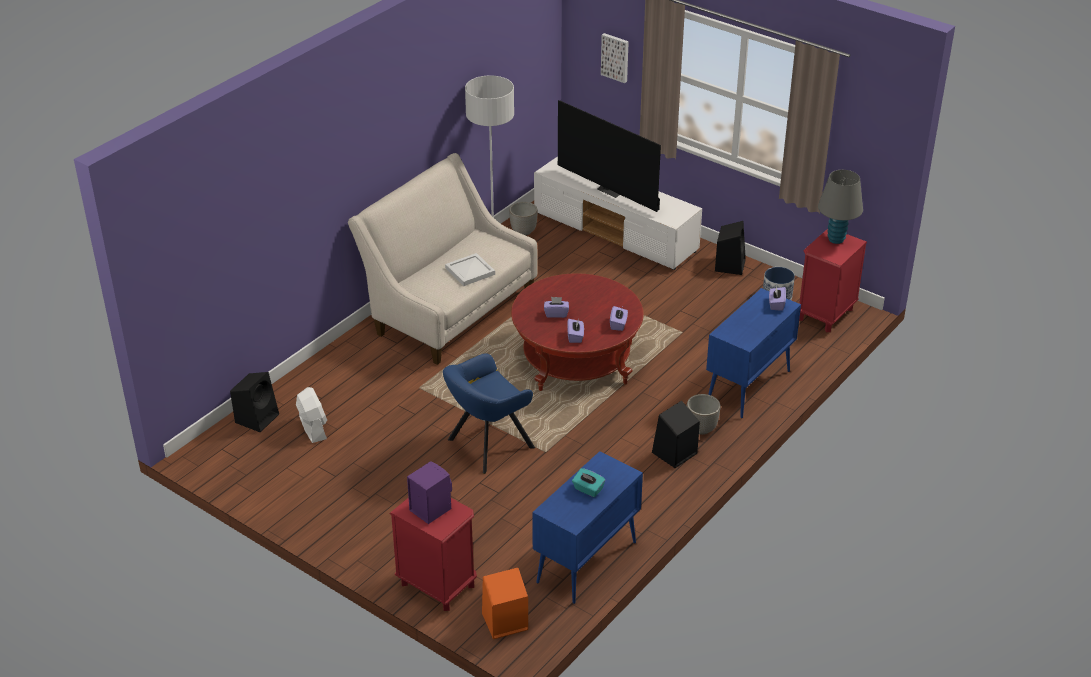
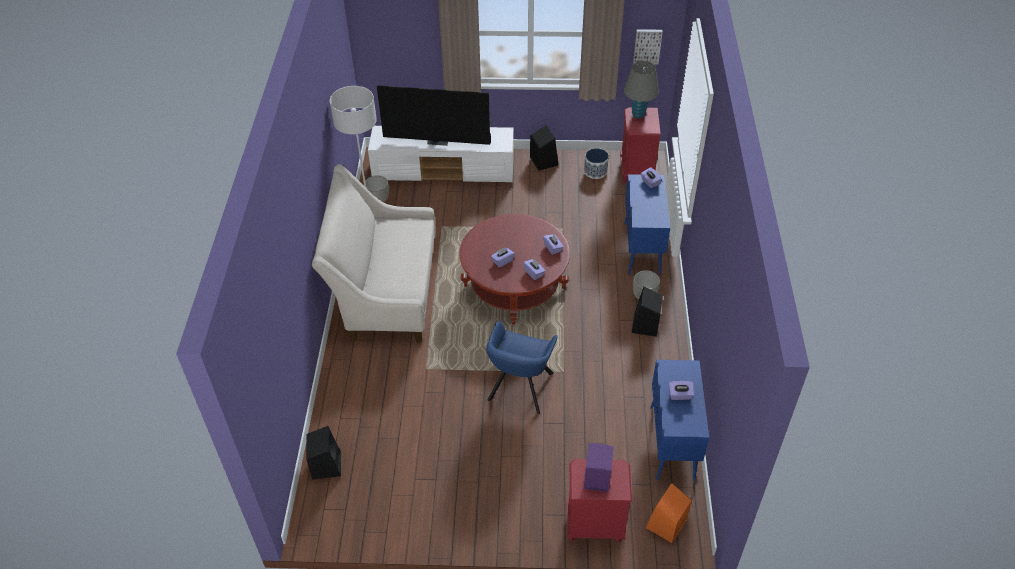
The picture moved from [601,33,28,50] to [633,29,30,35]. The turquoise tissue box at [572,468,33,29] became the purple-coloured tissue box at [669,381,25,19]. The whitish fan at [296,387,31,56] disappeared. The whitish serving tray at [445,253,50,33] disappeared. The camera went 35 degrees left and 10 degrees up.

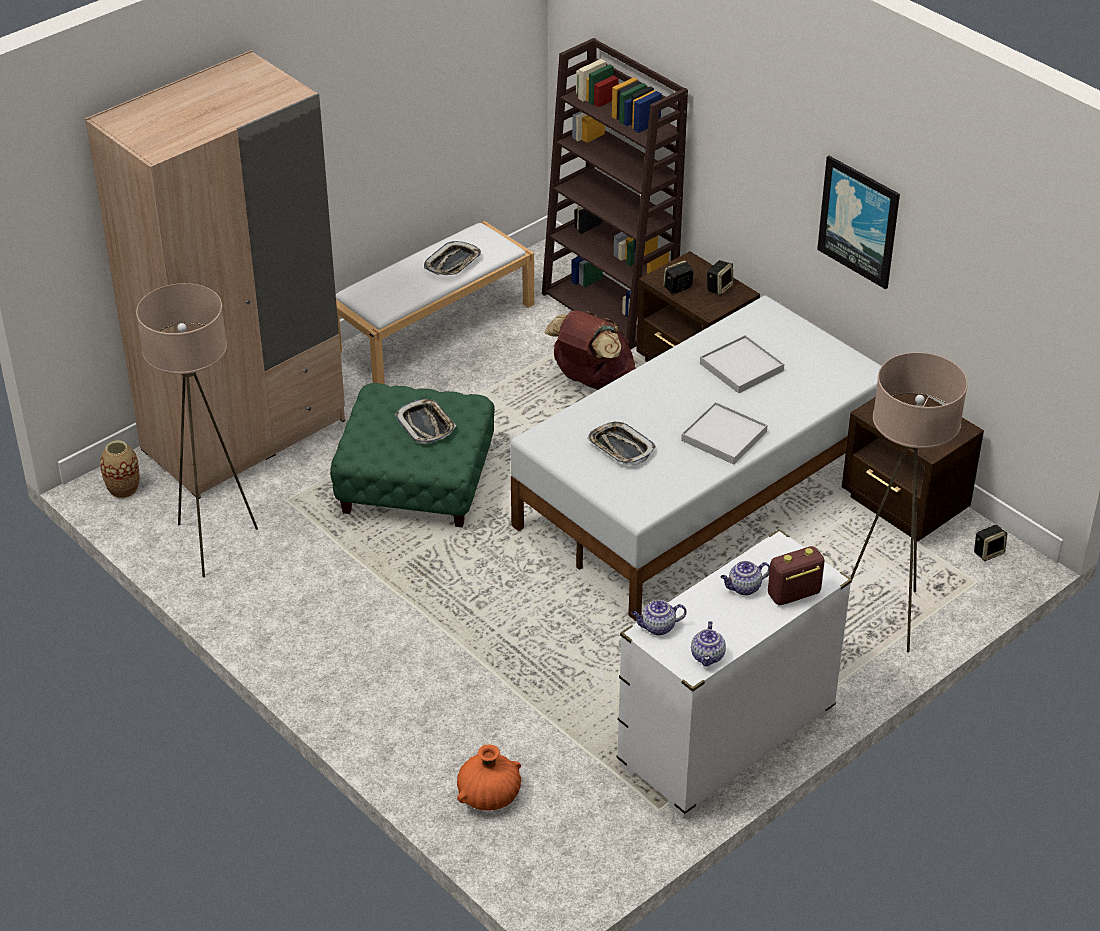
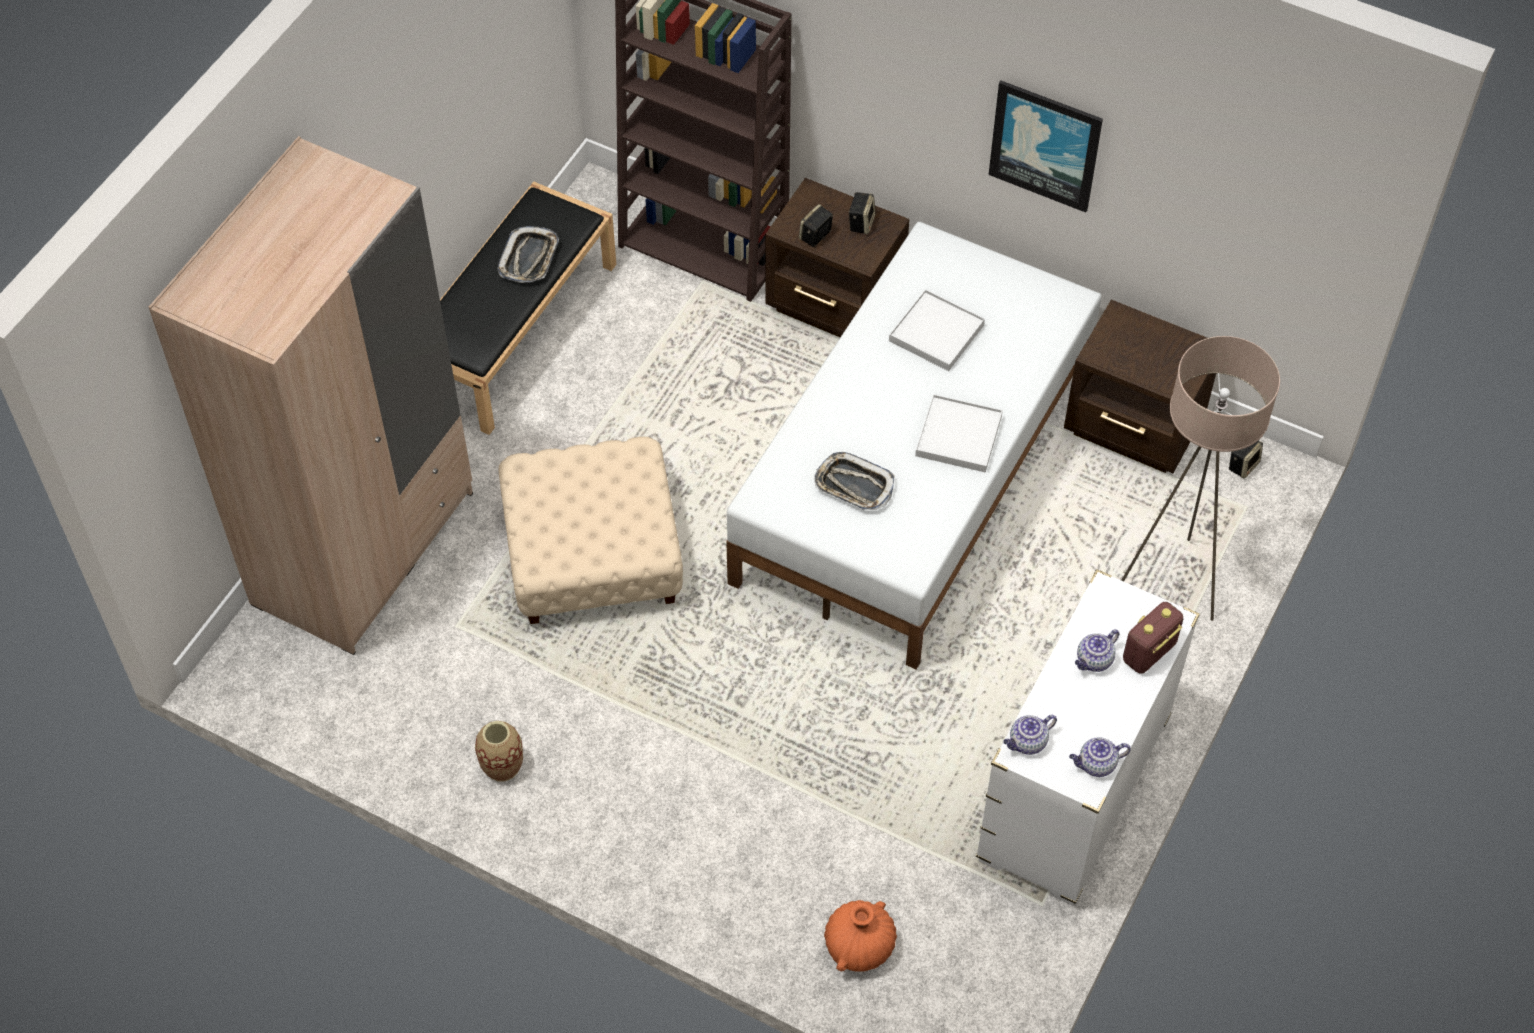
The whitish bench at [336,221,198,163] became the black bench at [440,181,176,254]. The flower vase moved from [100,440,39,58] to [475,721,48,60]. The green ottoman at [330,383,165,144] became the beige ottoman at [498,437,185,187]. The pot for tea at [691,621,35,46] turned 90 degrees clockwise. The beige standing lamp at [136,283,122,294] disappeared. The serving tray at [395,399,62,45] disappeared. The brown-coloured backpack at [544,311,92,79] disappeared. The camera went 20 degrees left and 15 degrees up.

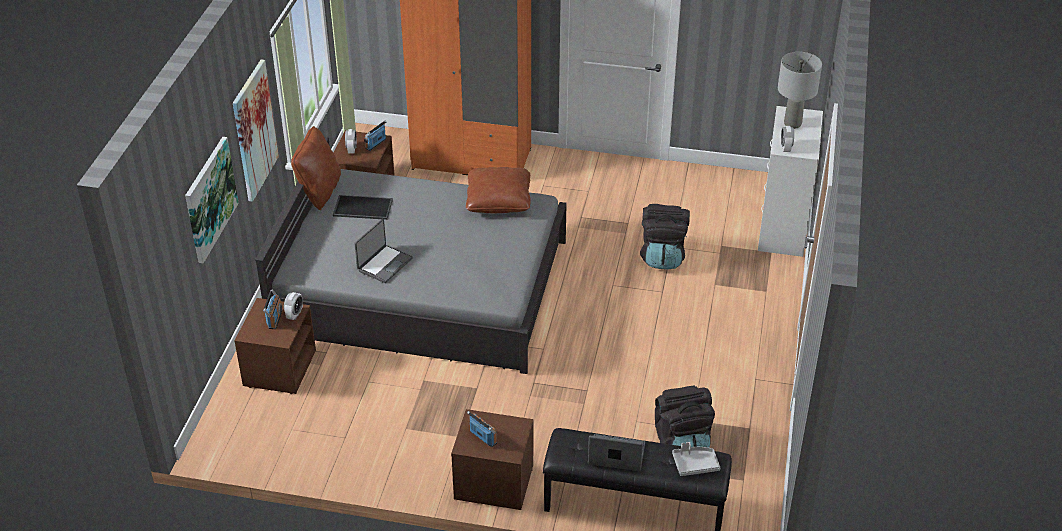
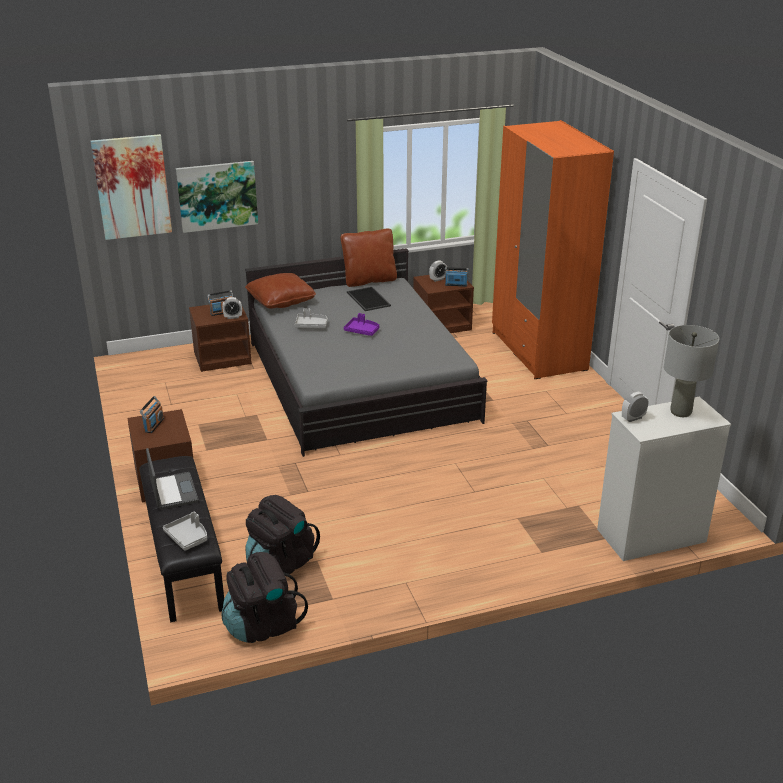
The picture moved from [233,59,46,143] to [90,134,82,106]. The black backpack moved from [640,204,50,66] to [221,552,87,91]. The brown-coloured pillow moved from [466,167,65,46] to [245,273,71,35]. The notebook computer at [354,219,59,64] was replaced by the gray serving tray at [295,308,33,20]. The purple-coloured serving tray at [344,313,36,23] appeared. The camera went 60 degrees right and 10 degrees down.

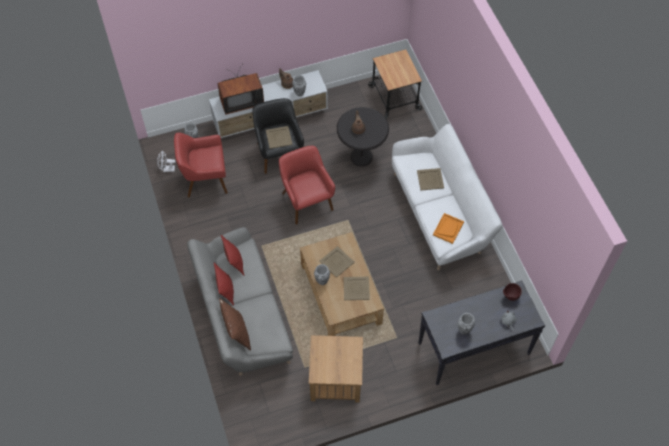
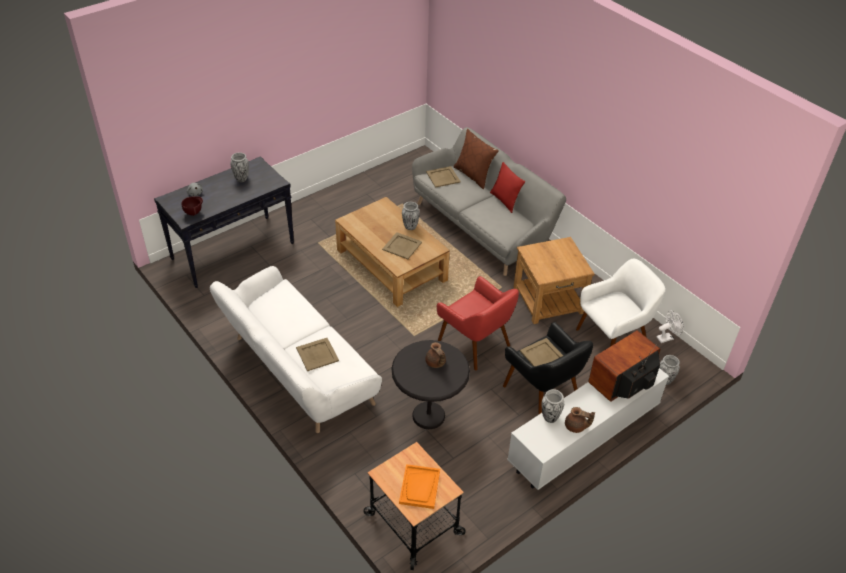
The orange-coloured serving tray moved from [433,213,31,31] to [399,464,41,45]. The beige serving tray moved from [343,277,27,23] to [426,166,35,22]. The brown-coloured end table moved from [309,335,54,68] to [514,237,81,87]. The red-coloured easy chair at [174,132,54,65] became the whitish easy chair at [576,259,89,87]. The red-coloured pillow at [221,235,23,41] disappeared. The camera went 160 degrees right and 15 degrees down.

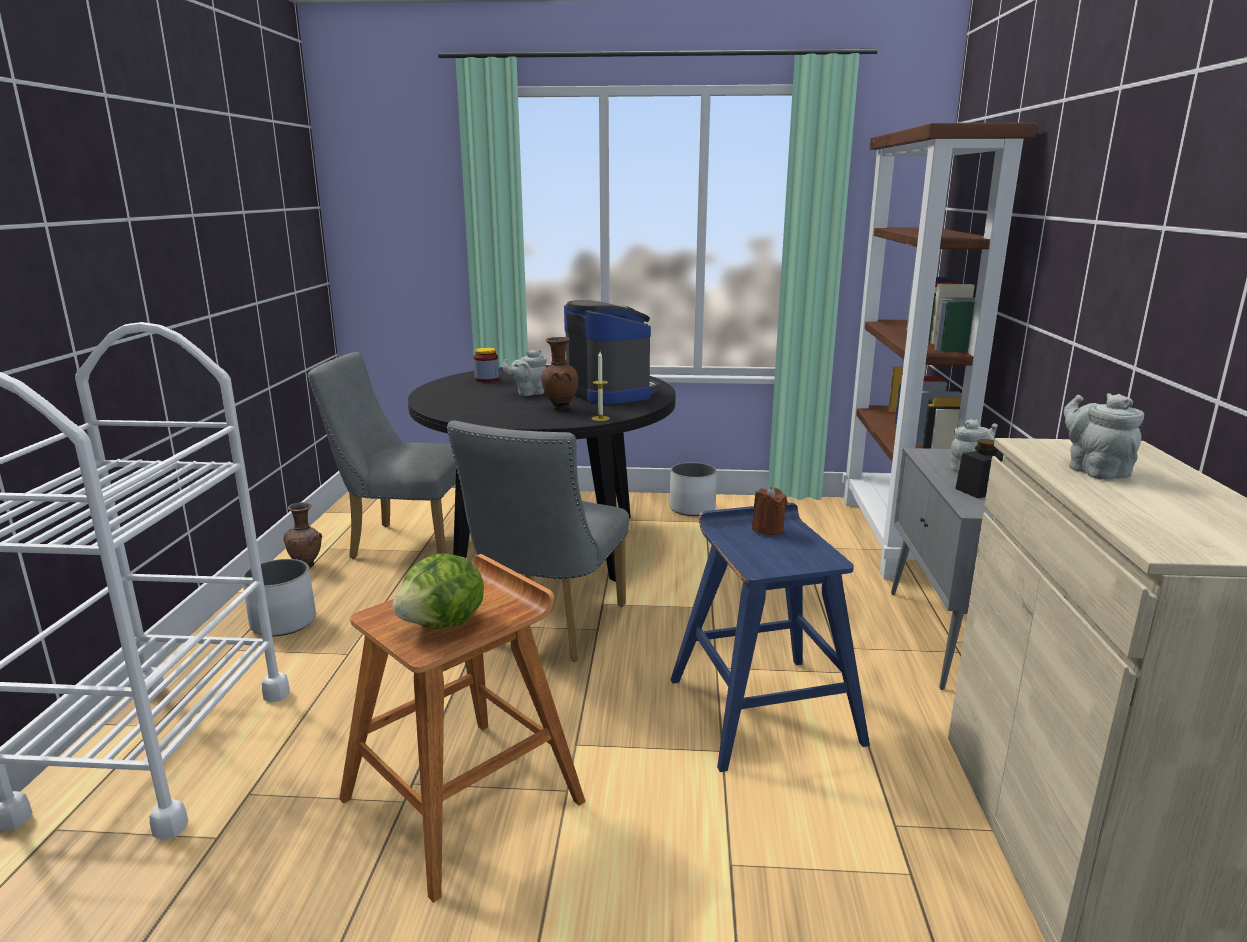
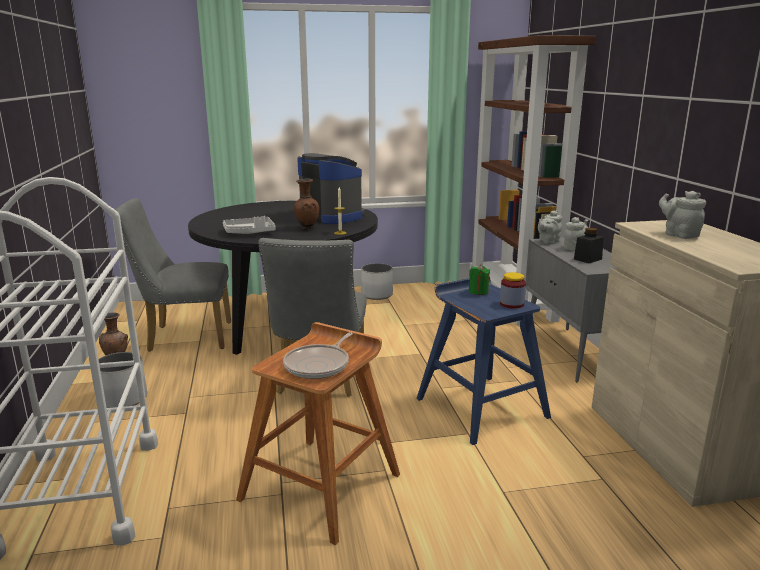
The gray serving tray at [223,216,53,18] appeared. The head of lettuce at [392,553,92,76] was replaced by the frying pan at [283,332,70,47]. The brown-coloured candle at [752,486,35,49] became the green candle at [469,264,21,31]. The storage jar moved from [474,348,25,34] to [500,272,26,37]. The gray pot for tea moved from [503,350,44,46] to [538,210,24,34]. The camera went 15 degrees left and 0 degrees up.

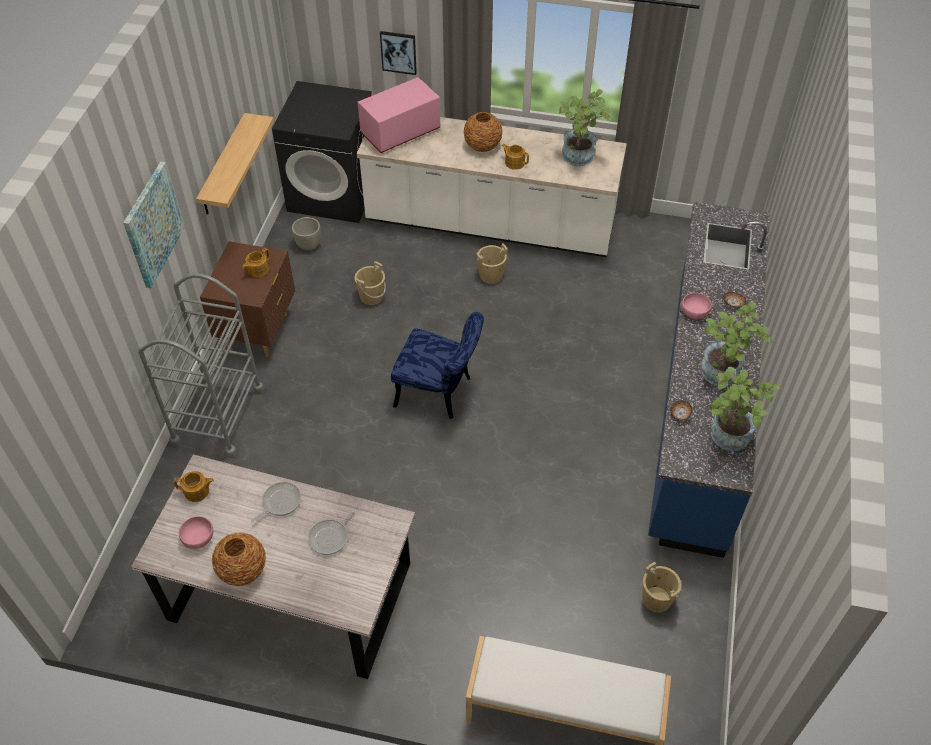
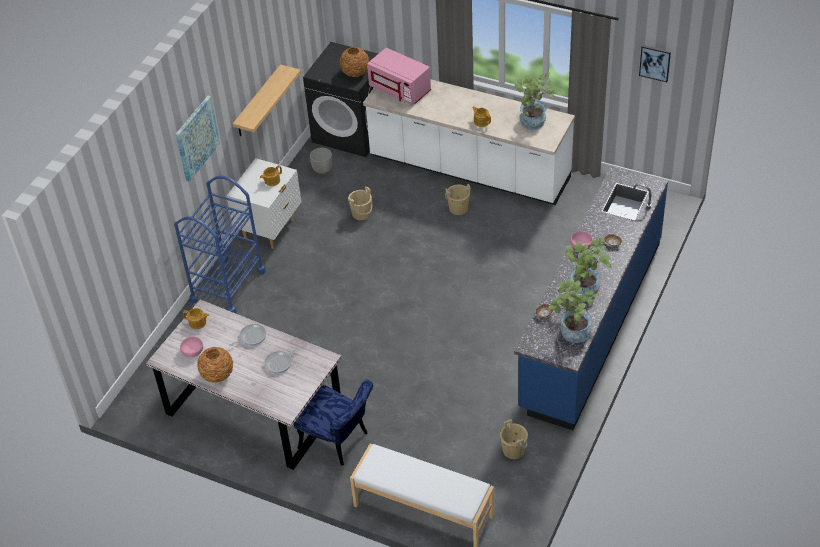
The gray cart at [138,273,126,185] became the bluish cart at [174,175,92,138]. The brown-coloured bedside table at [200,241,95,116] became the whitish bedside table at [227,158,74,91]. The bluish upright chair moved from [391,312,93,107] to [293,380,80,86]. The flower vase moved from [464,112,39,40] to [340,47,29,30]. The pink-coloured microwave oven at [358,77,82,76] turned 120 degrees counterclockwise. The picture moved from [380,31,37,44] to [639,45,32,37]. The camera went 15 degrees right and 5 degrees down.

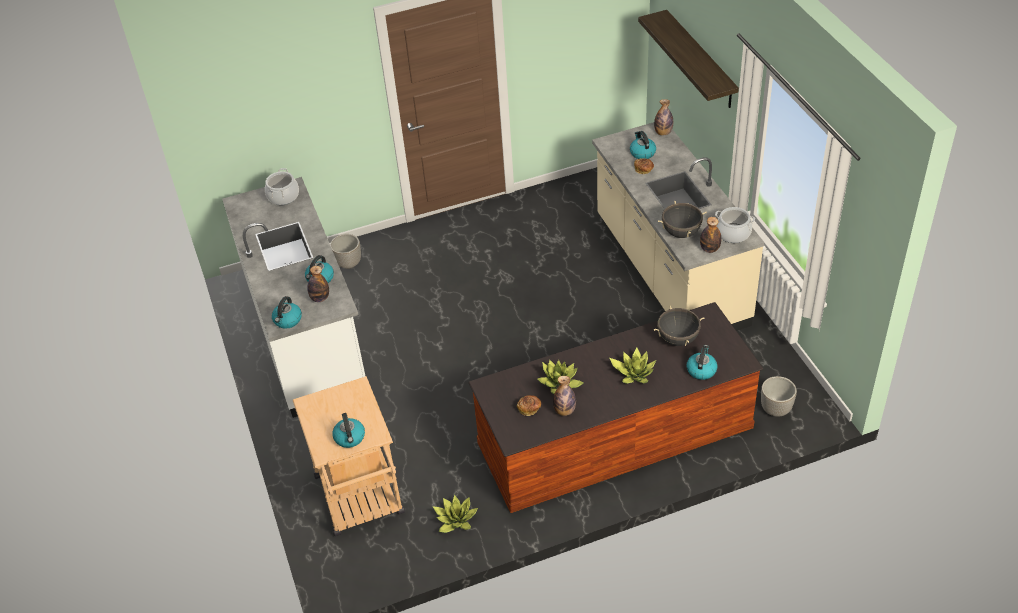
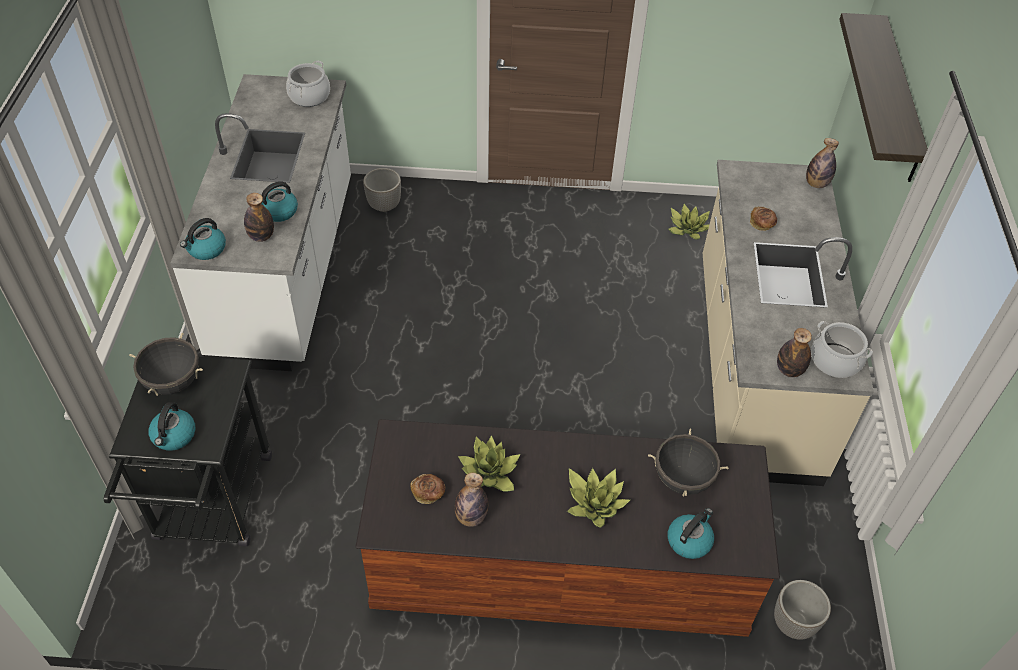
The beige cart at [293,376,112,160] became the black cart at [104,356,168,190]. The black saucepot moved from [658,201,49,37] to [129,333,74,63]. The houseplant moved from [432,495,46,38] to [668,204,42,36]. The tea kettle at [630,131,26,28] disappeared. The camera went 20 degrees right and 5 degrees up.

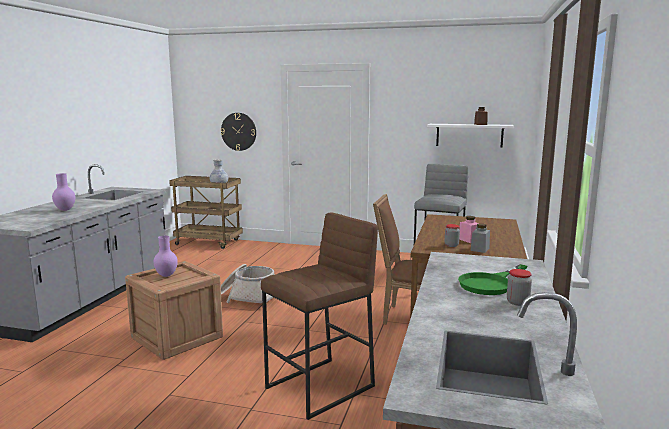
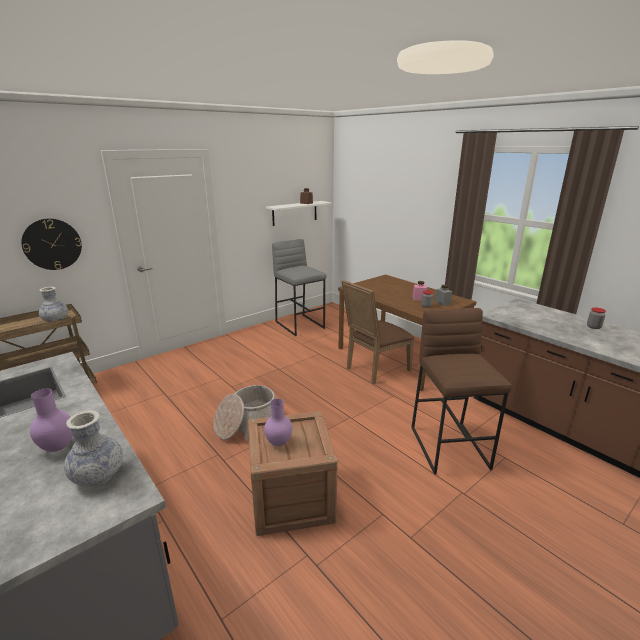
The flower vase at [64,410,59,76] appeared. The green frying pan at [458,264,69,31] disappeared. The camera went 55 degrees left and 10 degrees up.

